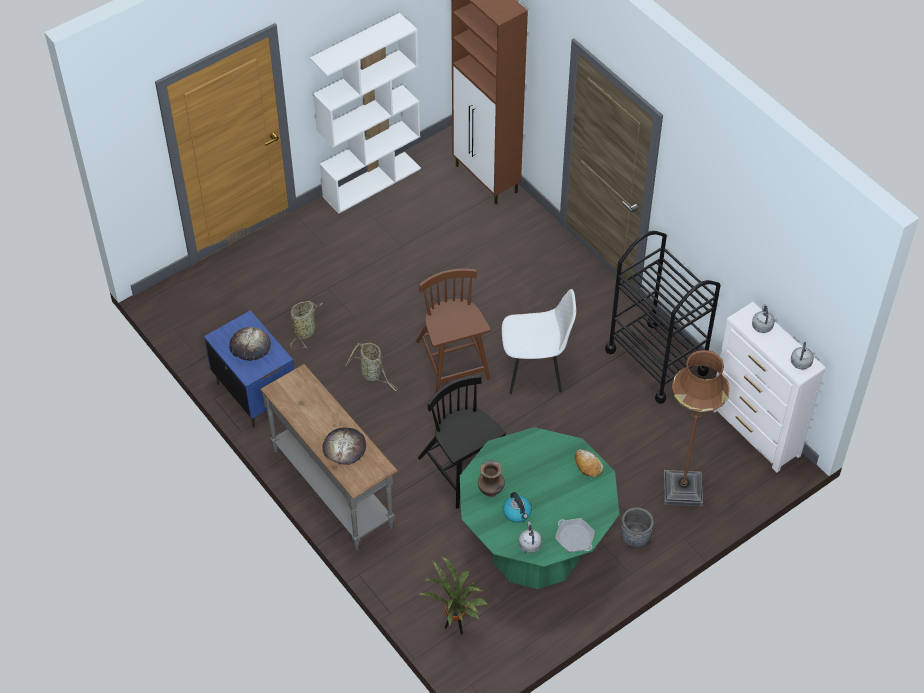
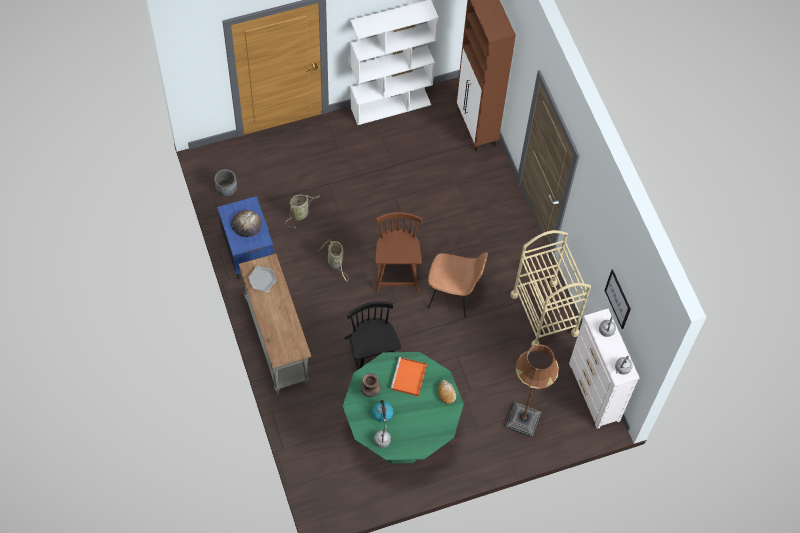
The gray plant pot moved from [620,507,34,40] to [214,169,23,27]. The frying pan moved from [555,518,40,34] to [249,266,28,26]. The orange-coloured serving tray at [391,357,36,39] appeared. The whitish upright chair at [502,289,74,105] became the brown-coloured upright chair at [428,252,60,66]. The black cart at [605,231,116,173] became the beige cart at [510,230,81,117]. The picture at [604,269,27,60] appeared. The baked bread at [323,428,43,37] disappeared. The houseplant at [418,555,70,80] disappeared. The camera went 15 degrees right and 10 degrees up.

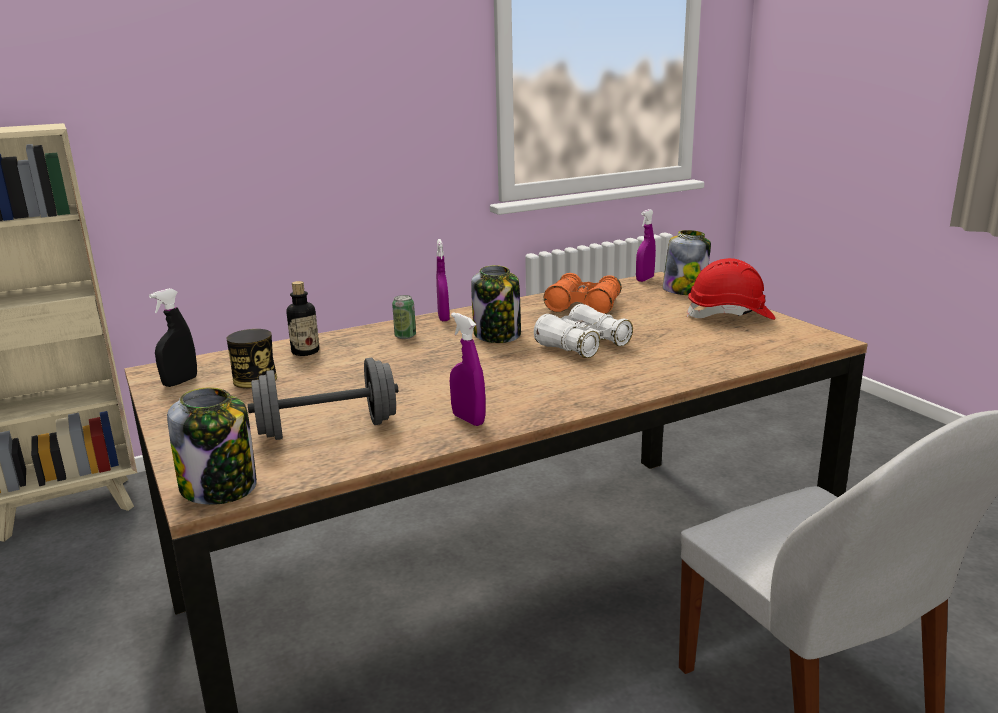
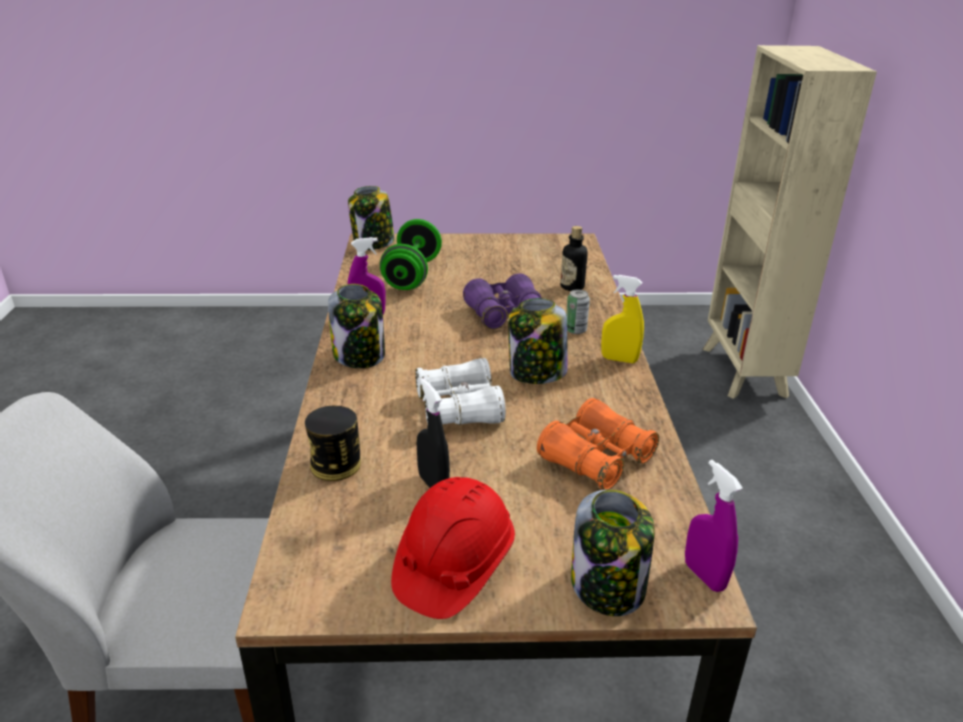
The metal can moved from [227,329,50,59] to [305,406,56,75]. The storage jar at [328,284,57,84] appeared. The gray dumbbell at [248,358,150,82] became the green dumbbell at [380,219,62,71]. The black sprayer moved from [149,288,48,99] to [417,378,33,110]. The purple-coloured field glasses at [463,273,78,56] appeared. The purple-coloured sprayer at [436,239,14,82] became the yellow-coloured sprayer at [601,275,43,88]. The camera went 115 degrees right and 10 degrees up.

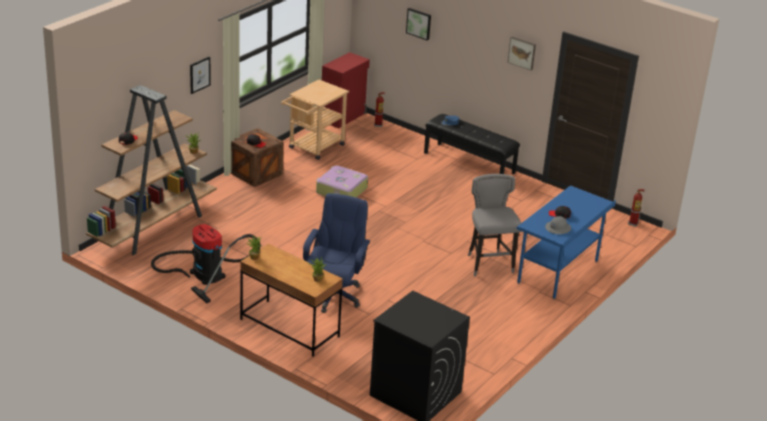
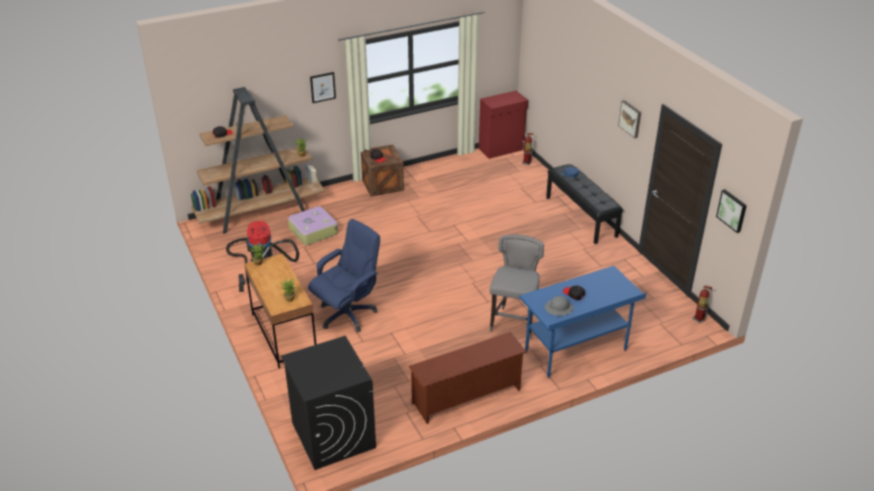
The piece of luggage moved from [316,165,52,33] to [288,206,50,39]. The brown-coloured shoe stand at [408,332,119,92] appeared. The picture moved from [406,8,25,32] to [716,189,31,44]. The beige cart at [281,79,68,81] disappeared. The camera went 30 degrees right and 5 degrees up.

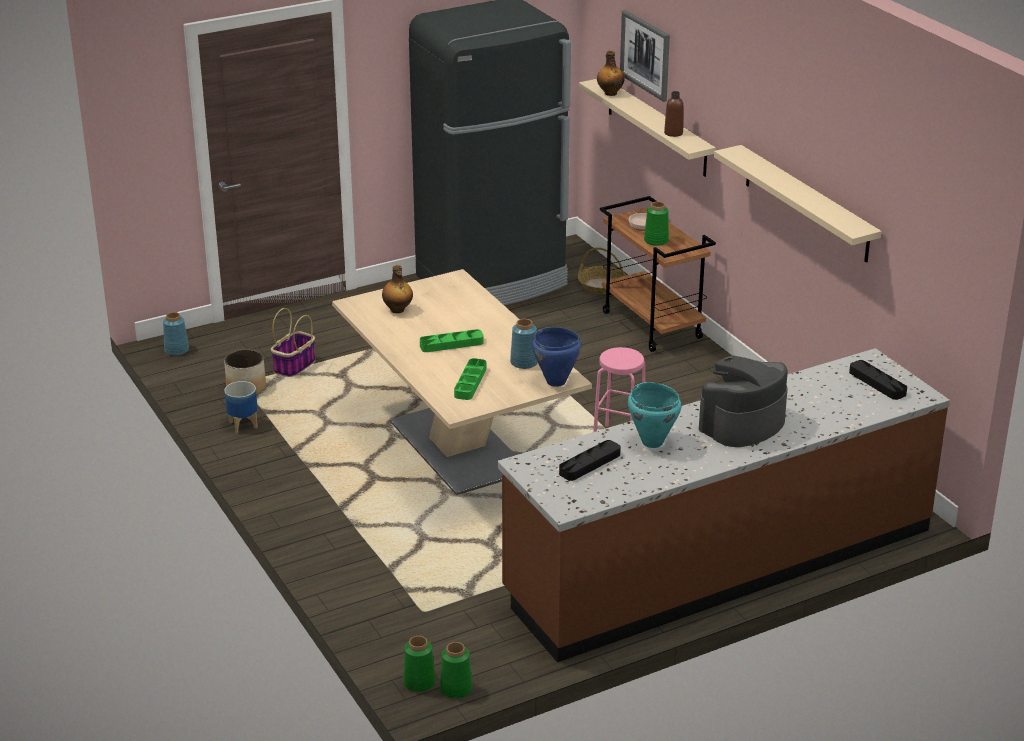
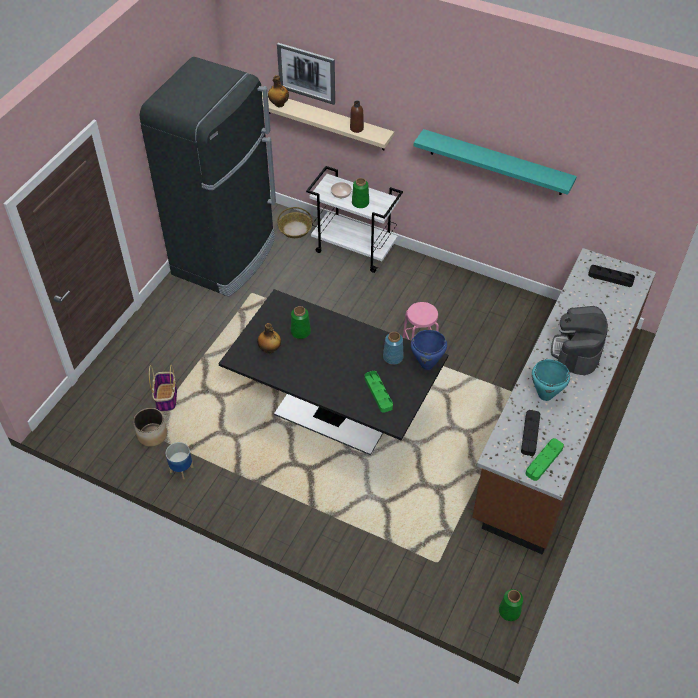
The beige dinner table at [332,269,260,226] became the black dinner table at [218,289,230,166]. The green flower vase moved from [403,636,33,56] to [291,306,20,33]. The brown-coloured cart at [600,196,116,156] became the whitish cart at [306,166,97,107]. The beige bracket shelf at [714,145,168,118] became the turquoise bracket shelf at [414,129,163,66]. The green serving tray moved from [420,329,64,23] to [526,438,38,43]. The bluish flower vase at [163,312,26,43] disappeared. The camera went 35 degrees left and 20 degrees up.

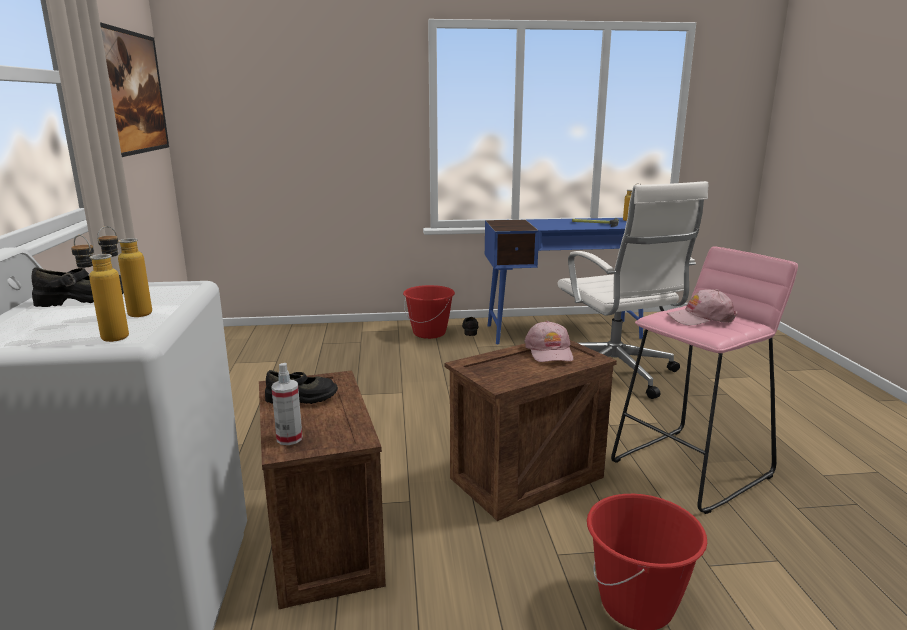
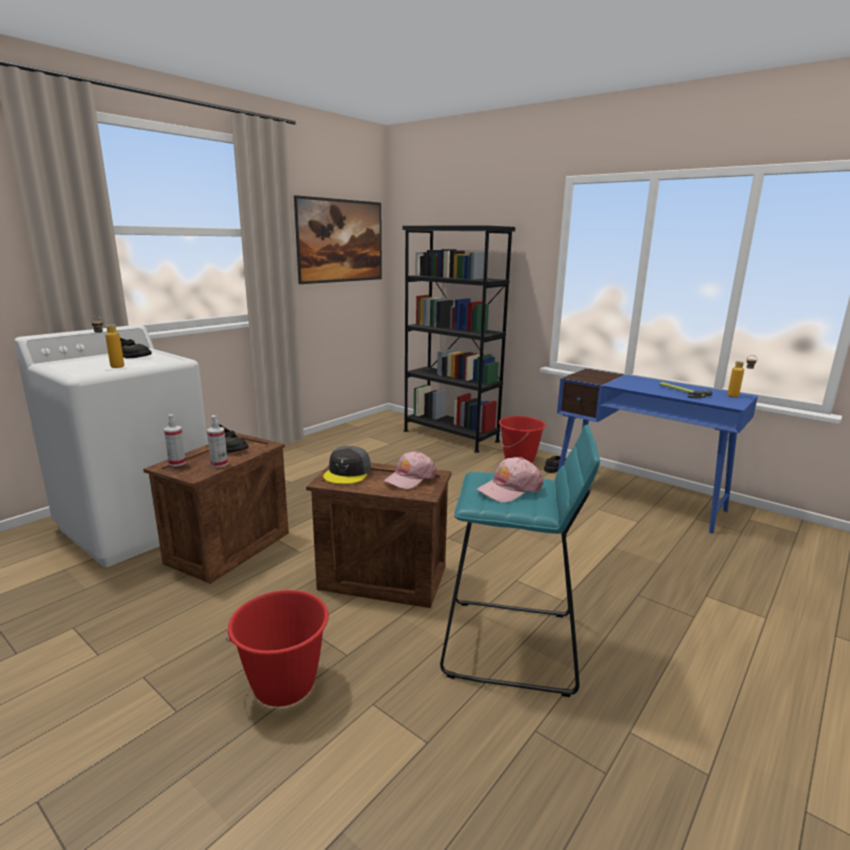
The sprayer at [207,415,21,53] appeared. The gray baseball cap at [323,446,48,38] appeared. The black bookcase at [403,226,112,227] appeared. The pink-coloured stool seat at [611,246,187,268] became the turquoise stool seat at [440,424,160,273]. The pink-coloured baseball cap at [667,289,71,36] turned 75 degrees counterclockwise. The beverage bottle at [71,235,58,107] disappeared. The whitish desk chair at [558,181,150,218] disappeared. The camera went 45 degrees right and 0 degrees up.

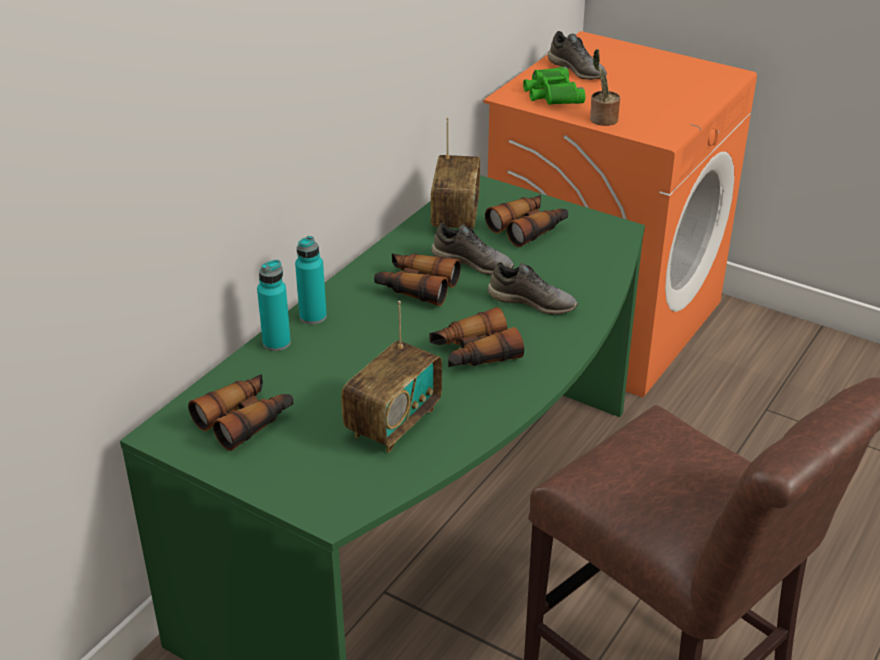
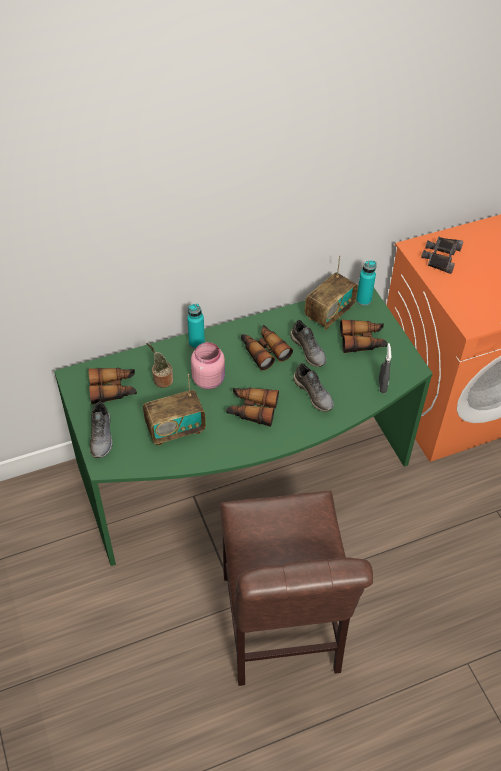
The gray shoe moved from [548,31,59,49] to [90,401,23,57]. The houseplant moved from [590,49,30,77] to [146,343,27,45]. The pink-coloured storage jar at [191,342,34,47] appeared. The turquoise beverage bottle moved from [257,260,34,91] to [356,261,20,45]. The gray sprayer at [379,343,12,50] appeared. The green field glasses at [523,66,62,39] became the black field glasses at [421,237,42,37]. The camera went 35 degrees right and 15 degrees up.

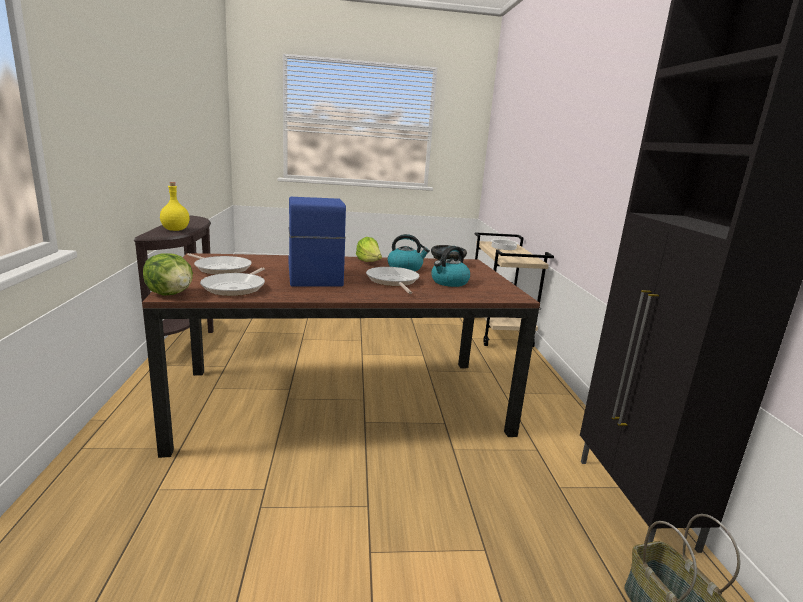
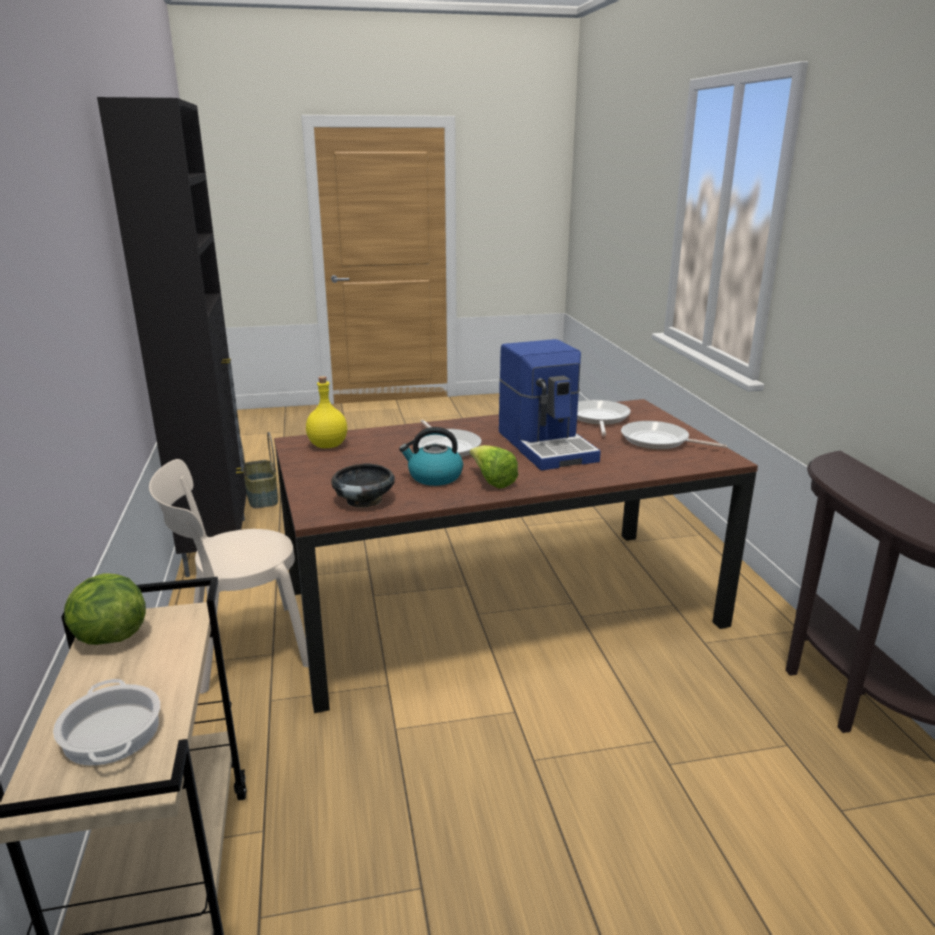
The head of lettuce moved from [143,254,50,41] to [64,573,82,72]. The beige upright chair at [149,459,160,235] appeared. The yellow-coloured beverage bottle moved from [160,182,30,49] to [306,376,41,72]. The tea kettle at [431,246,39,41] disappeared. The camera went 175 degrees right and 5 degrees up.

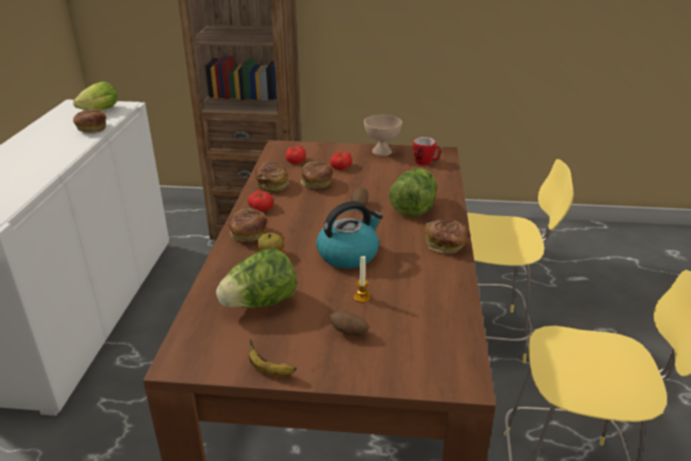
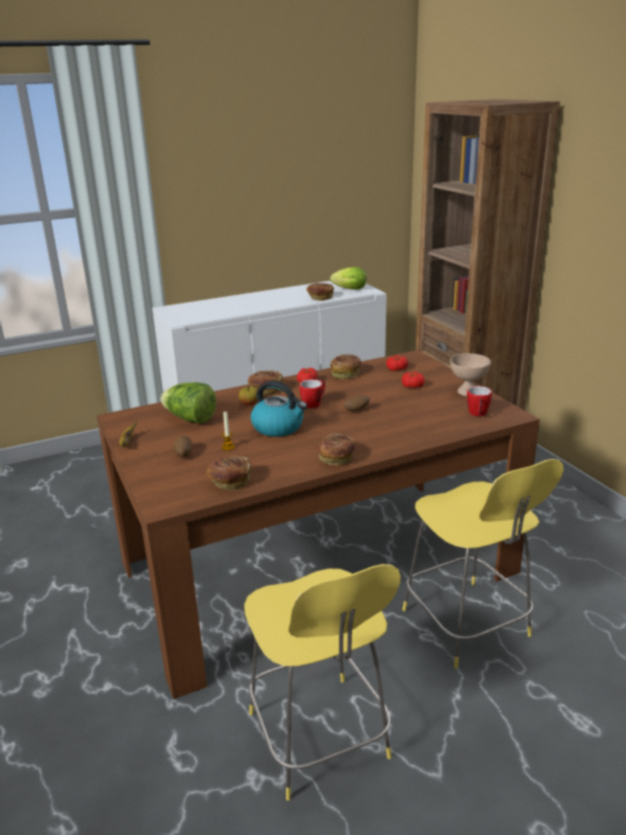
The baked bread moved from [301,161,32,28] to [207,456,44,35]. The coffee mug at [299,379,26,29] appeared. The head of lettuce at [389,168,48,49] disappeared. The camera went 60 degrees right and 5 degrees down.

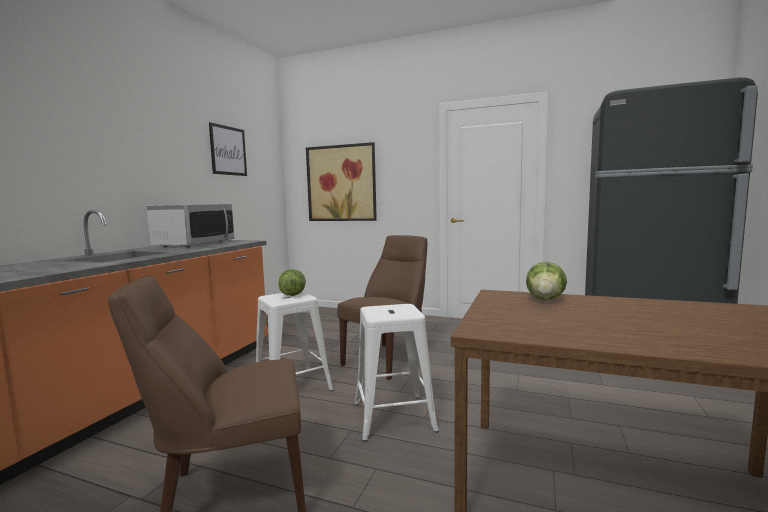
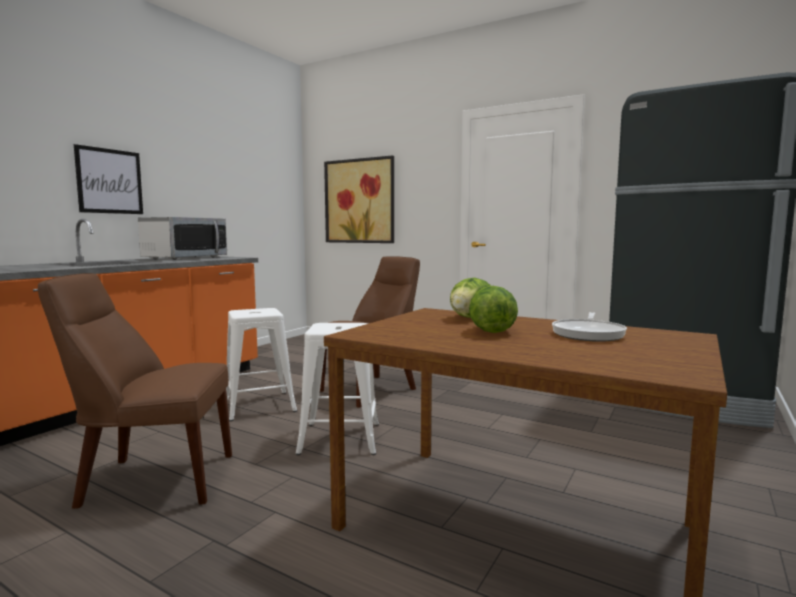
The picture moved from [209,122,38,54] to [74,144,69,70]. The head of lettuce moved from [278,269,28,27] to [469,286,49,47]. The frying pan at [552,312,75,30] appeared. The camera went 10 degrees right and 0 degrees up.

